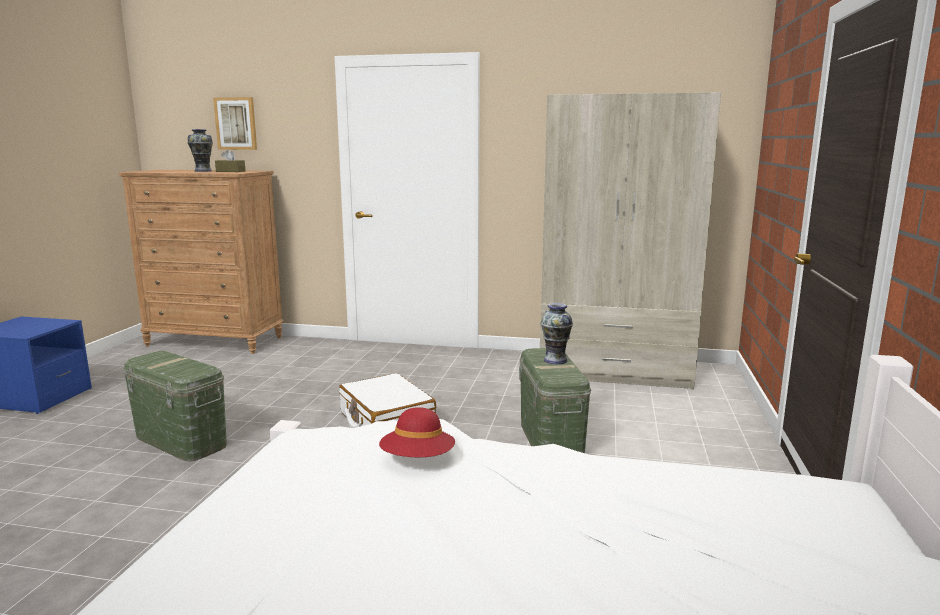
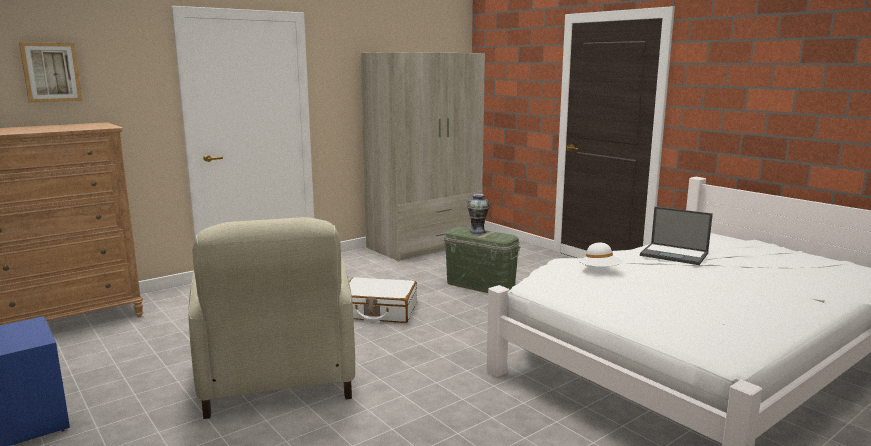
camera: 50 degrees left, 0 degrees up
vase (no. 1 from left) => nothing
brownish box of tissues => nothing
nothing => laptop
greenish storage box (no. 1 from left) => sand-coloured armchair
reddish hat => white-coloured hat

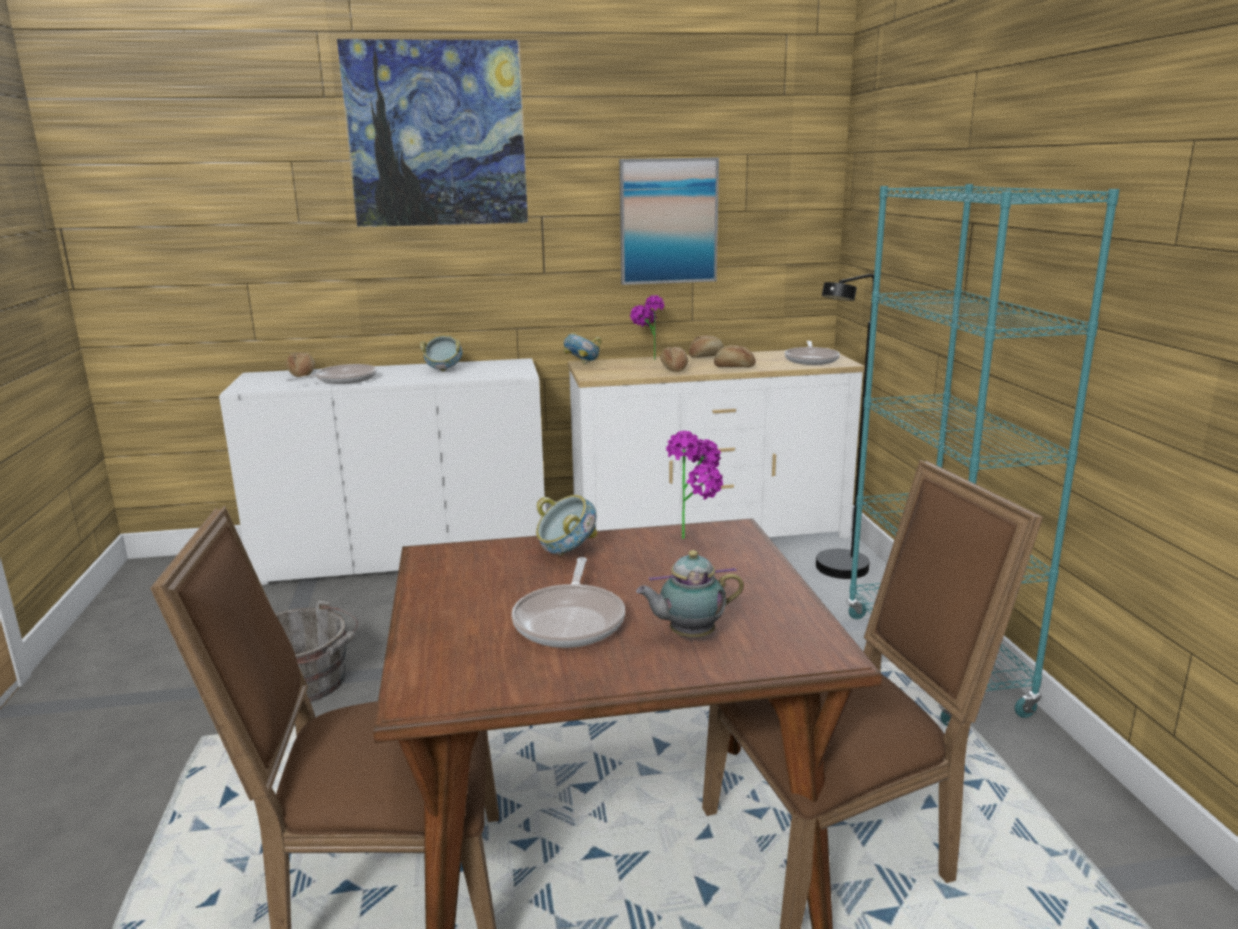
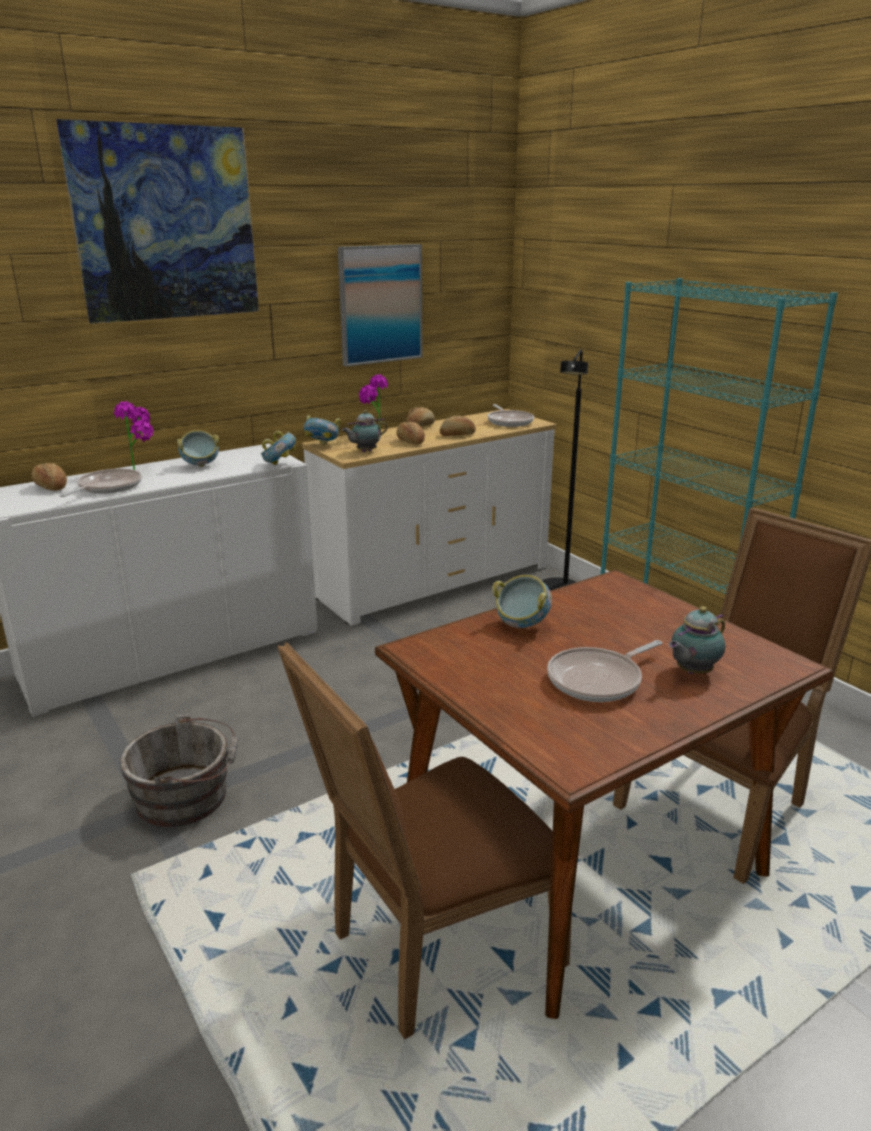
camera: 25 degrees left, 5 degrees up
nothing => deep dish (no. 2 from left)
nothing => tea pot (no. 1 from left)
potted plant (no. 2 from left in the first image) => potted plant (no. 1 from left), shifted
pan (no. 2 from left in the first image) => pan (no. 3 from left), 75 degrees clockwise

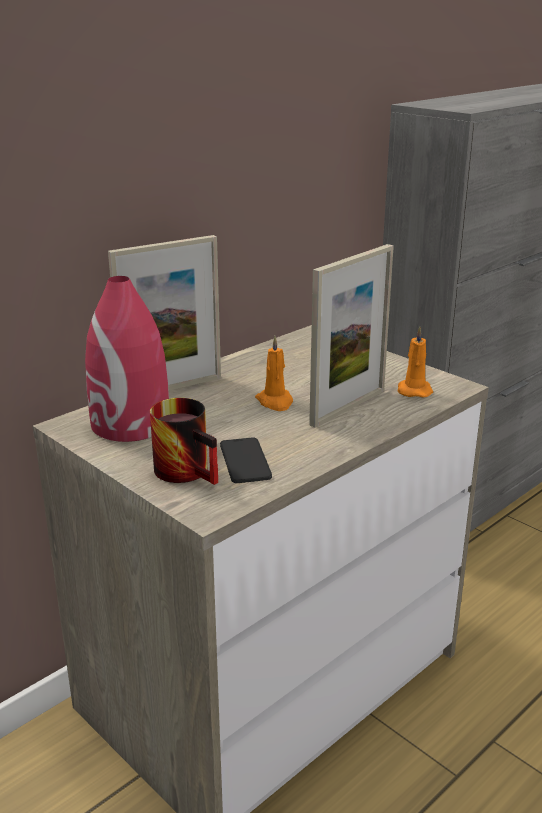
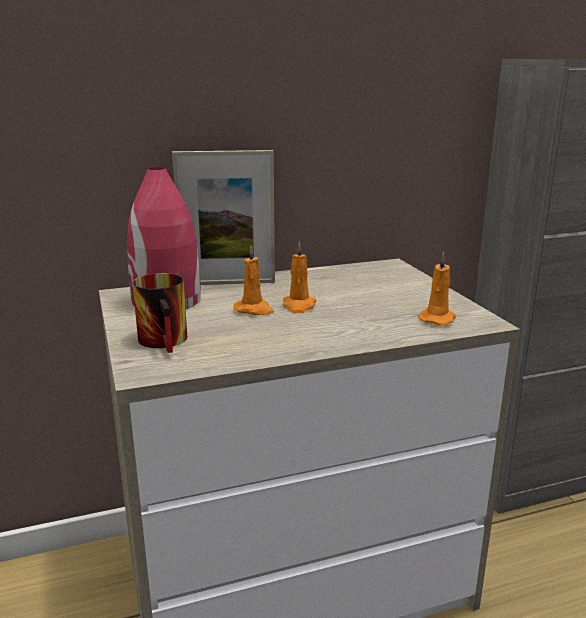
camera: 25 degrees right, 5 degrees down
telephone => nothing
picture frame (no. 2 from left) => nothing
nothing => orange-coloured wax candle (no. 1 from left)

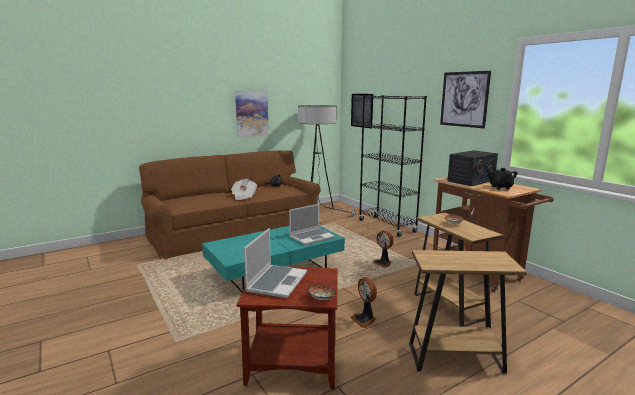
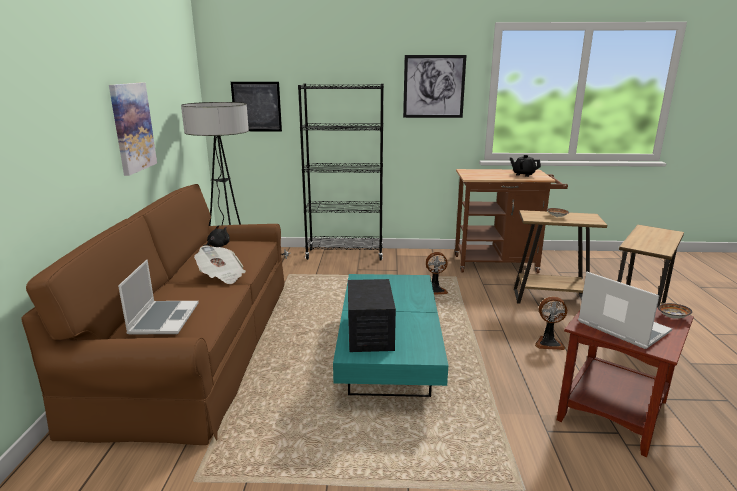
camera: 55 degrees left, 5 degrees up
laptop (no. 2 from left in the first image) => laptop (no. 1 from left), shifted
radio set, shifted

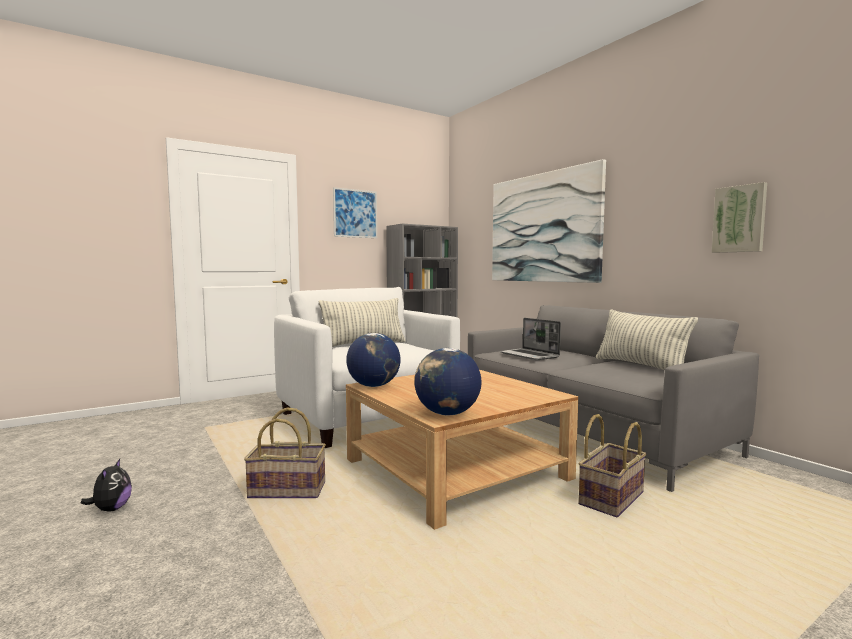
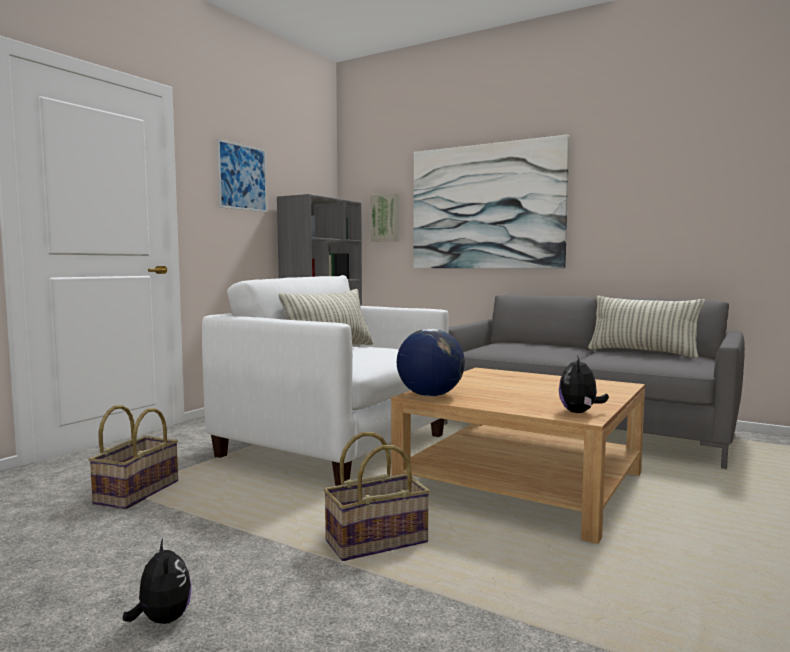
camera: 25 degrees left, 0 degrees up
laptop => nothing
basket (no. 2 from left in the first image) => basket (no. 1 from left), shifted
picture (no. 3 from left in the first image) => picture (no. 2 from left), shifted
world globe (no. 2 from left) => cuddly toy (no. 2 from left)

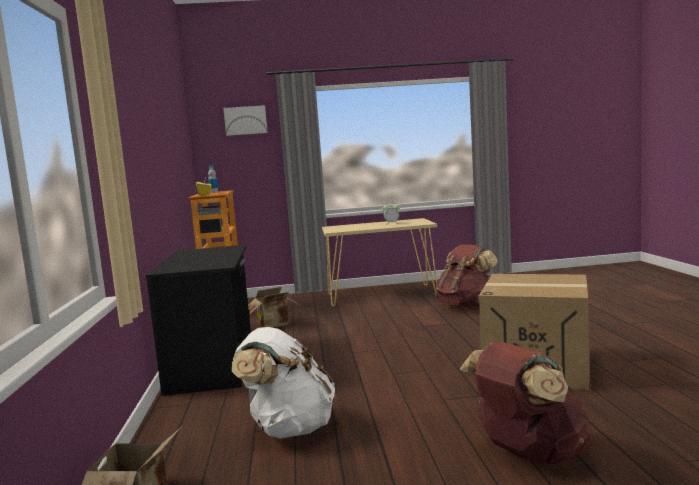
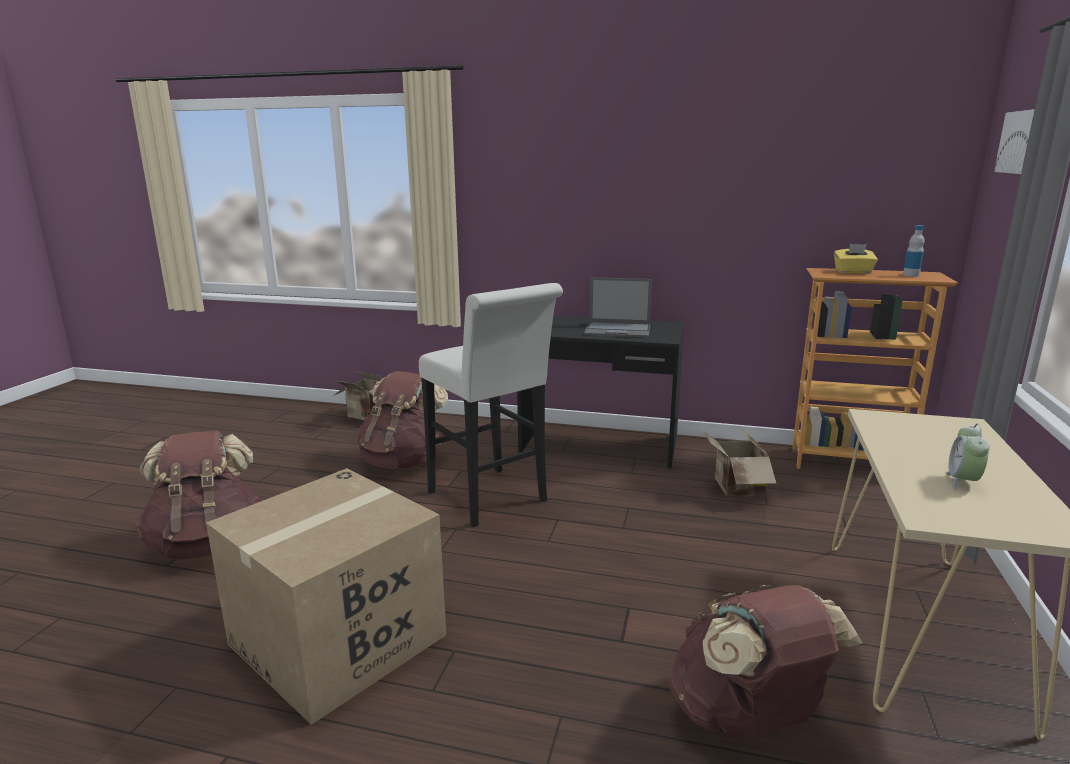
camera: 110 degrees right, 10 degrees up
nothing => white-coloured sitting stool
nothing => laptop
white-coloured knapsack => brownish knapsack (no. 2 from left)

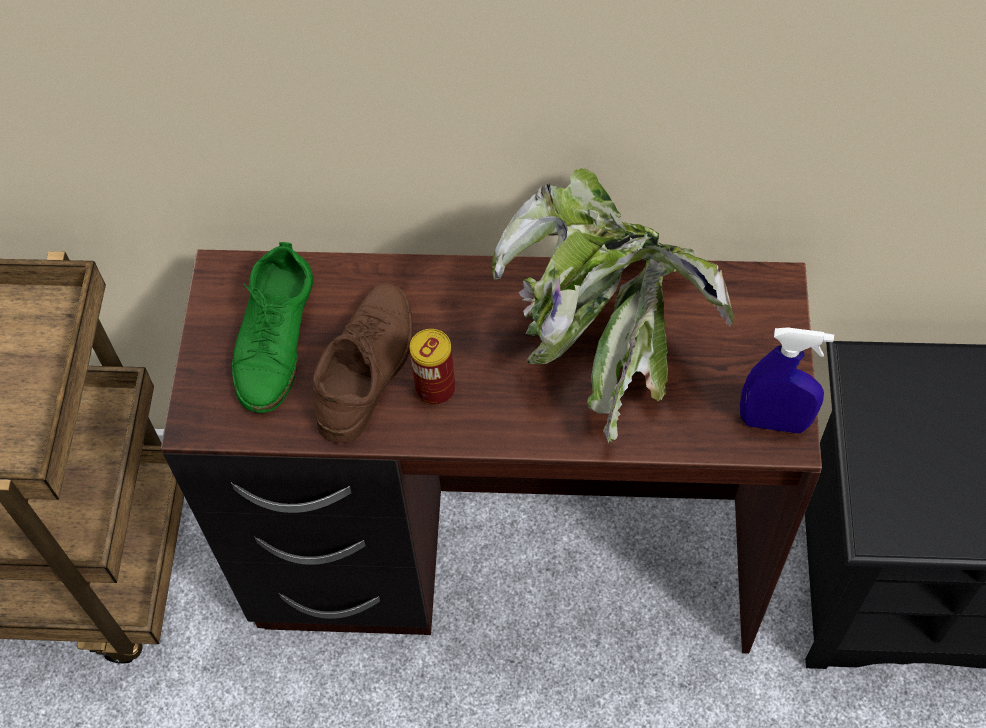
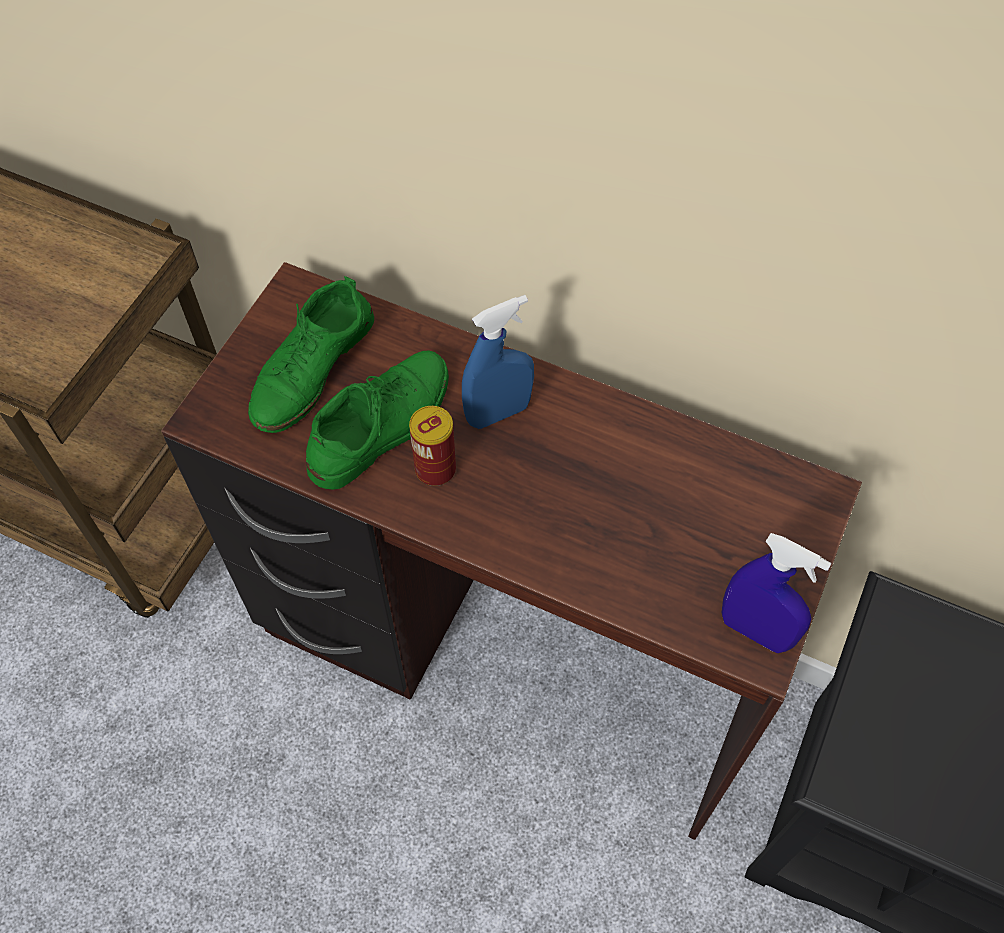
camera: 20 degrees right, 0 degrees up
potted plant => nothing
nothing => blue-coloured sprayer (no. 1 from left)
brownish shoe => greenish shoe (no. 2 from left)

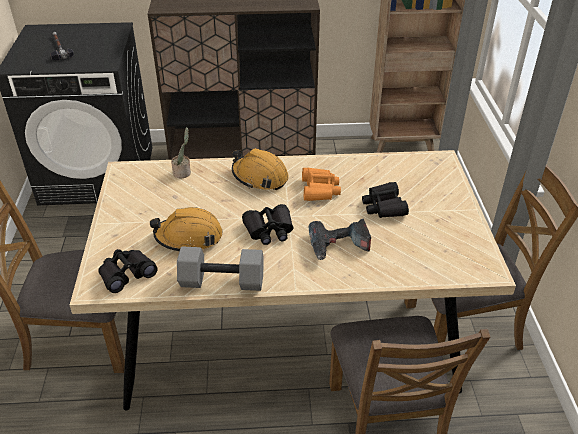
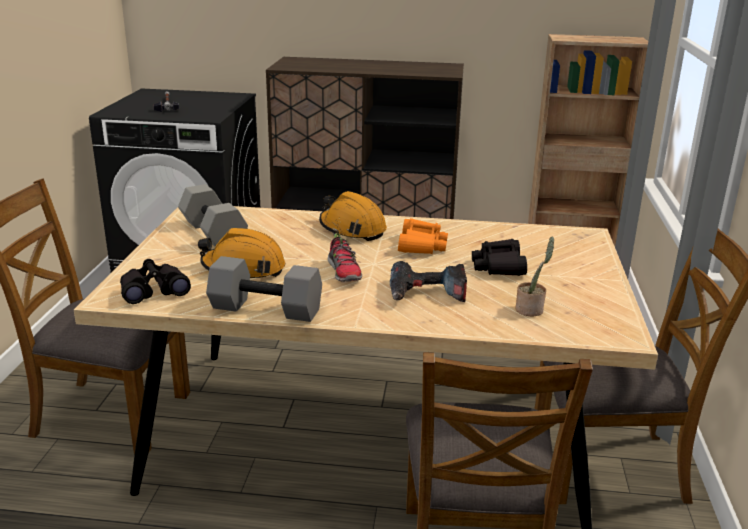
camera: 10 degrees right, 15 degrees down
nothing => grey dumbbell (no. 1 from left)
potted plant, shifted
black field glasses (no. 2 from left) => shoe

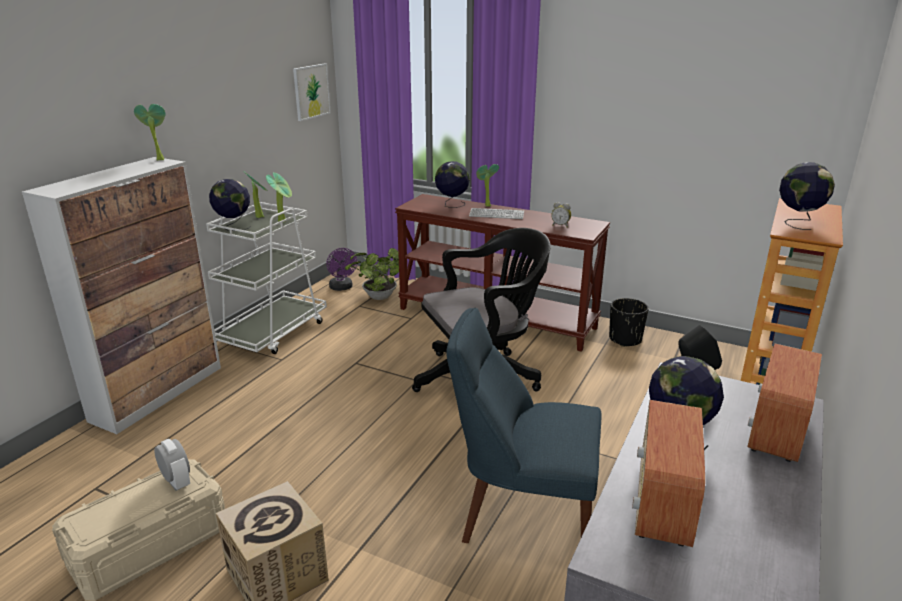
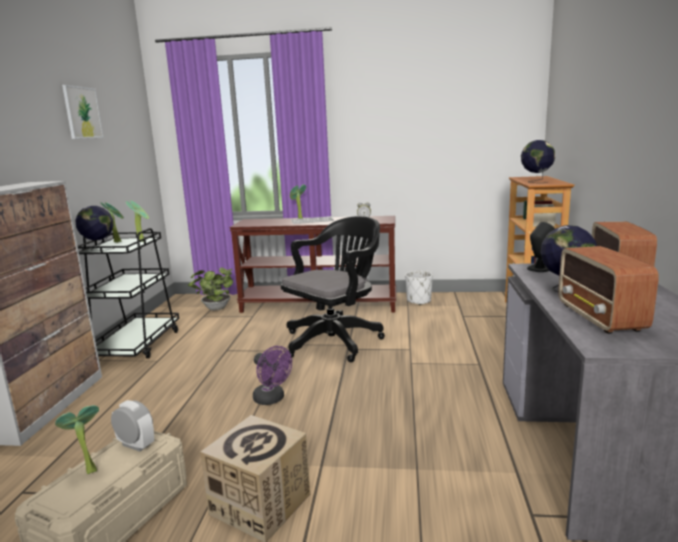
camera: 20 degrees left, 10 degrees down
world globe (no. 2 from left) => nothing
blue-coloured plain chair => nothing
potted plant (no. 1 from left), shifted
picture, shifted
purple electric fan, shifted
white-coloured trolley => black trolley
black planter => white-coloured planter

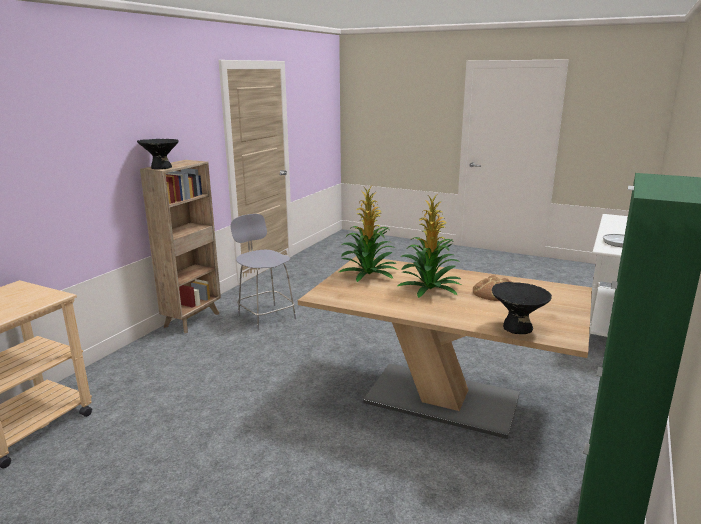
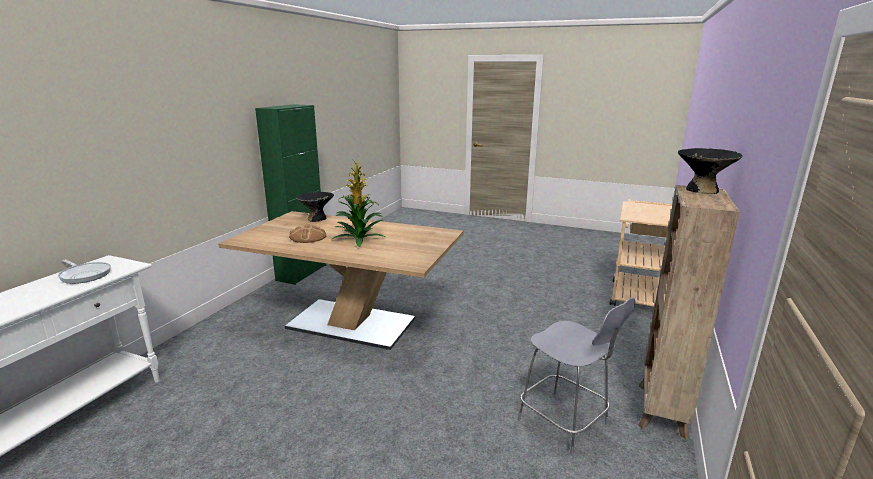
camera: 175 degrees right, 0 degrees up
potted plant (no. 1 from left) => nothing

